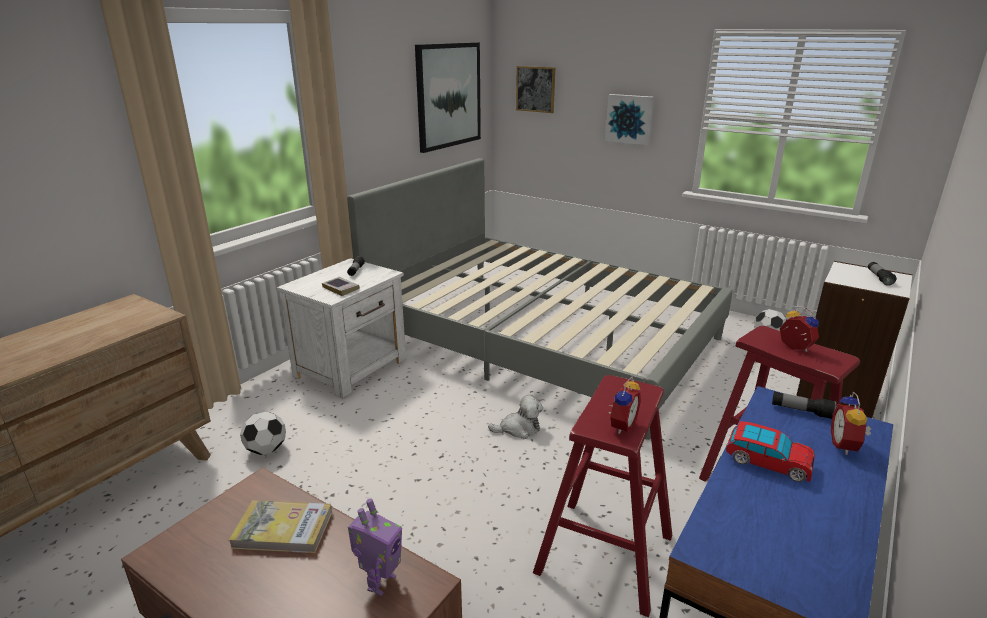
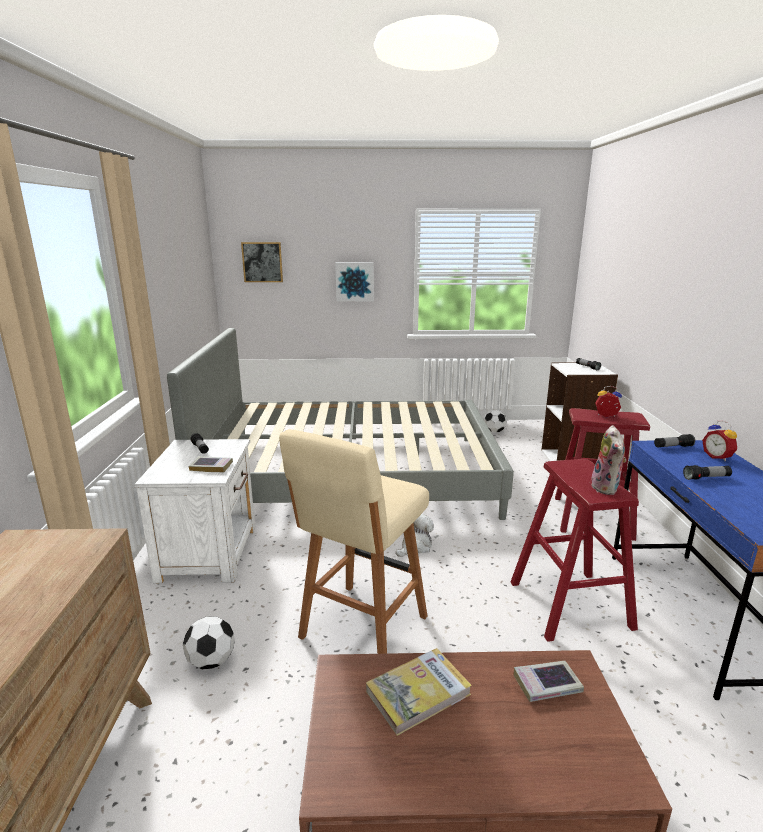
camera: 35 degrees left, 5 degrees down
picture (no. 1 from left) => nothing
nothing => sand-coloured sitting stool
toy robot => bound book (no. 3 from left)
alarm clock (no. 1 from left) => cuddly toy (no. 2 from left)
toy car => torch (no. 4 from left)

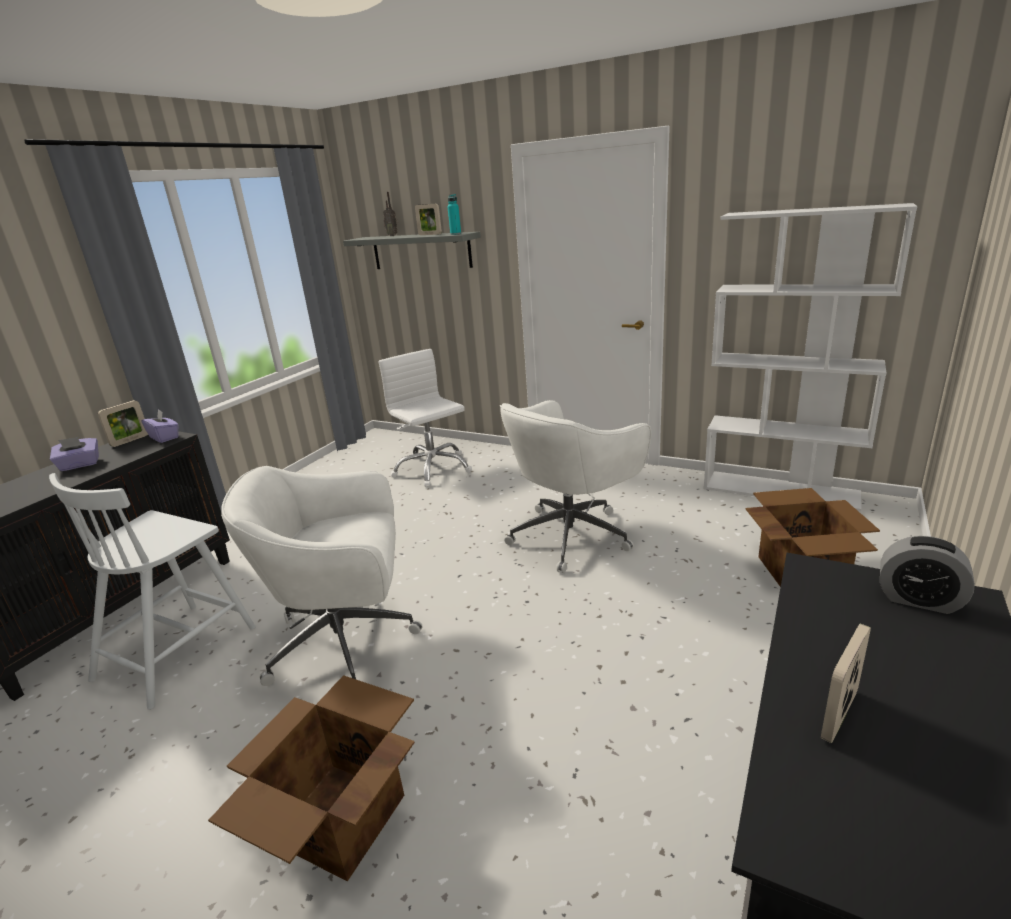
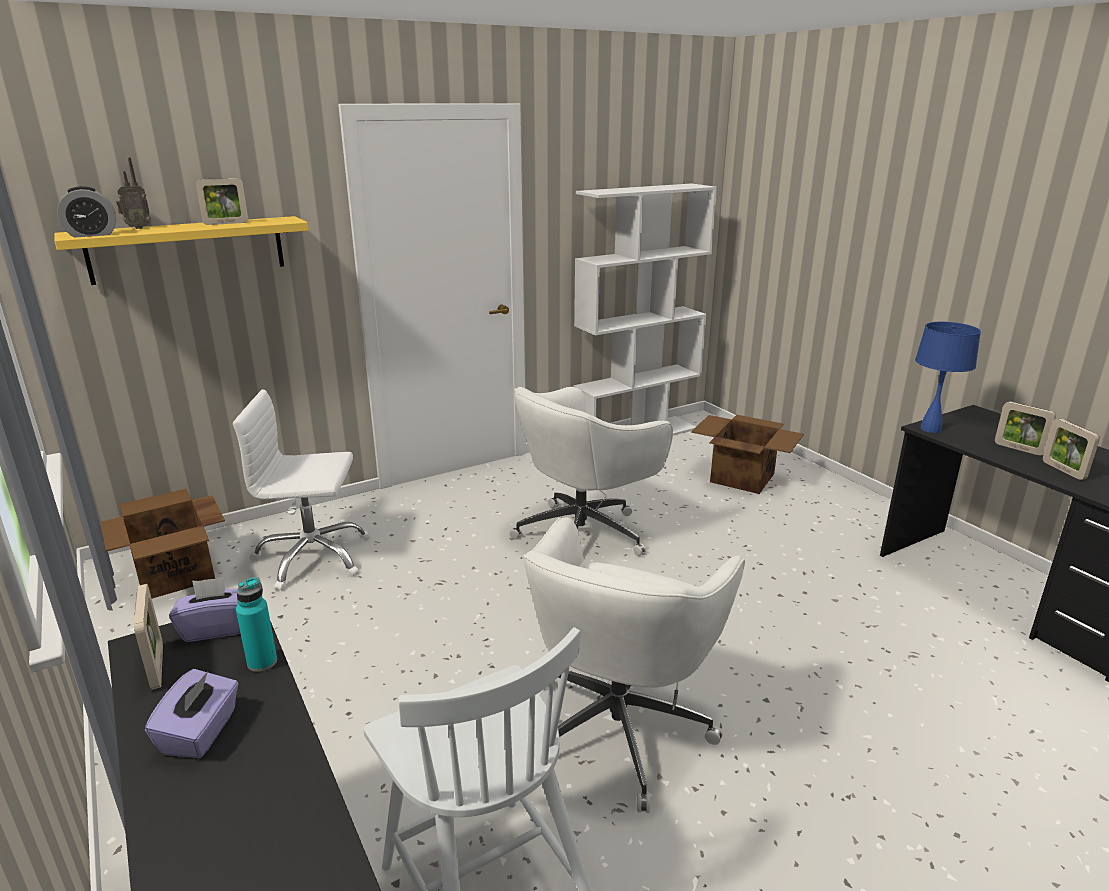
camera: 60 degrees left, 0 degrees up
nothing => blue-coloured lamp for a table
nothing => picture frame (no. 3 from left)
packing box (no. 1 from left), shifted
blue-green drink bottle, shifted
alarm clock, shifted
grey shelf => yellow-coloured shelf
white-coloured computer chair (no. 3 from left in the first image) => white-coloured computer chair (no. 2 from left), 60 degrees clockwise

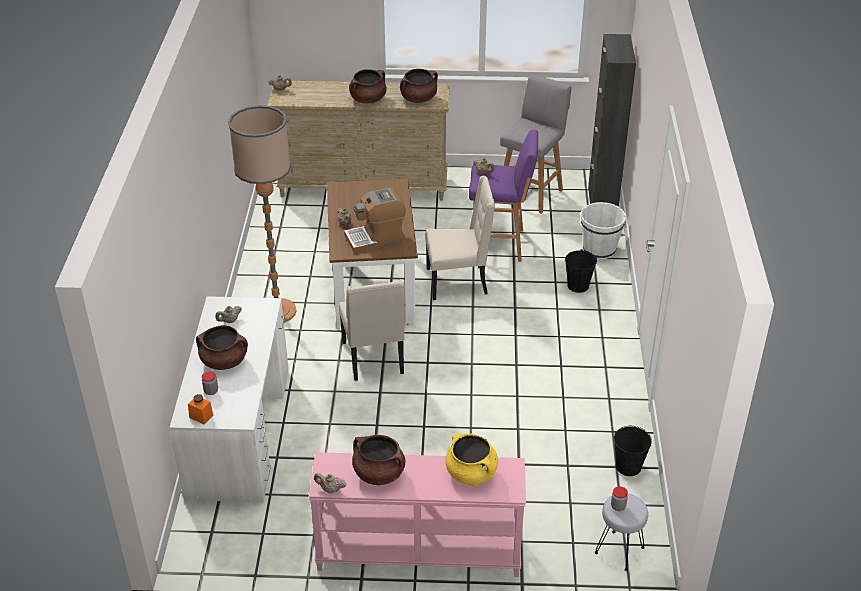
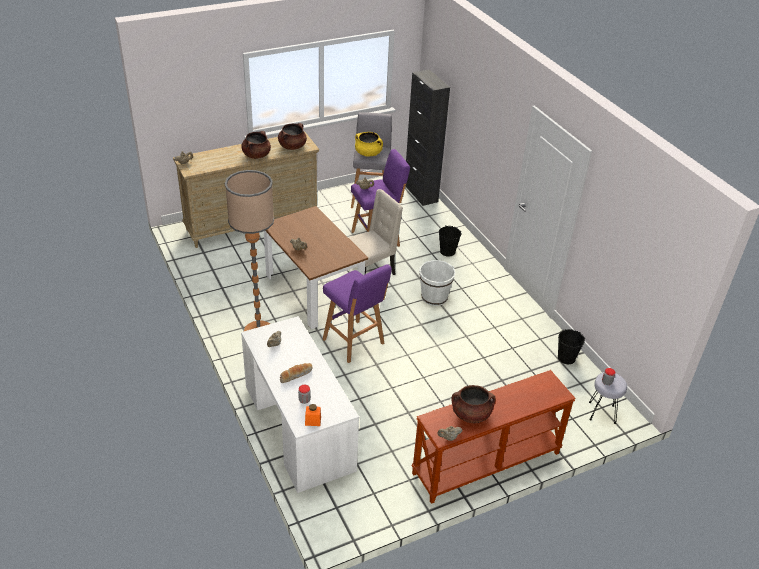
camera: 30 degrees left, 0 degrees up
coffee brewer => nothing
yellow-coloured cooking pot, shifted
white-coloured pail, shifted
brownish cooking pot (no. 1 from left) => bread
sand-coloured plain chair (no. 1 from left) => purple sitting stool (no. 1 from left)
pink-coloured narrow table => brownish narrow table

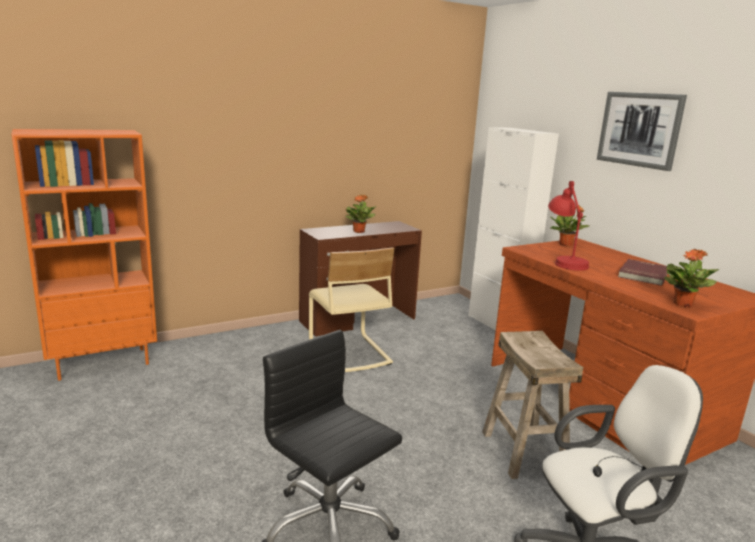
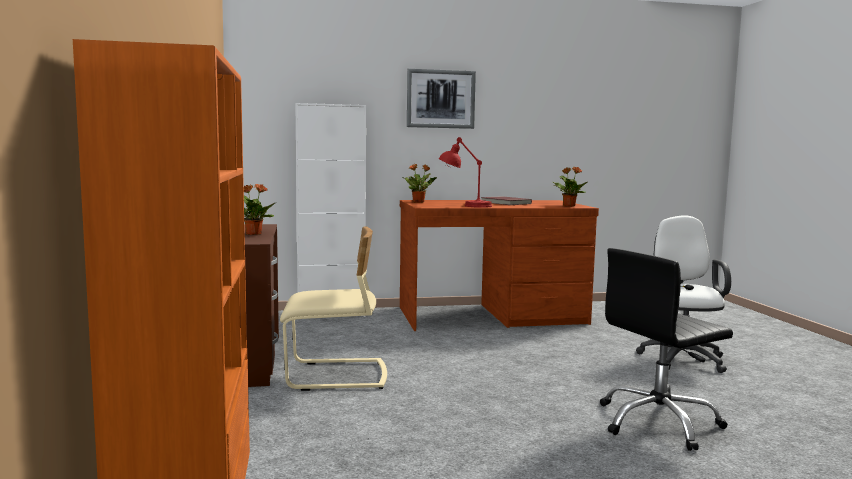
camera: 70 degrees left, 10 degrees down
sand-coloured sitting stool => nothing

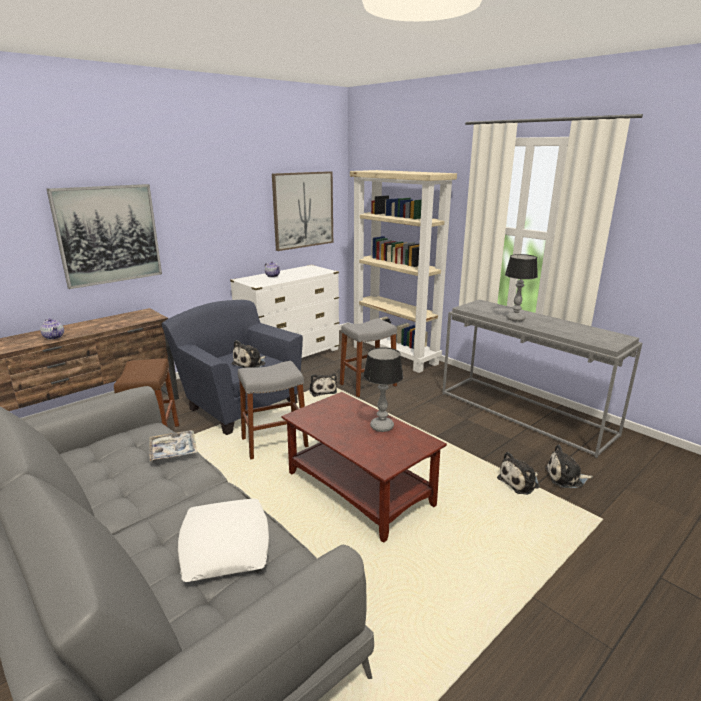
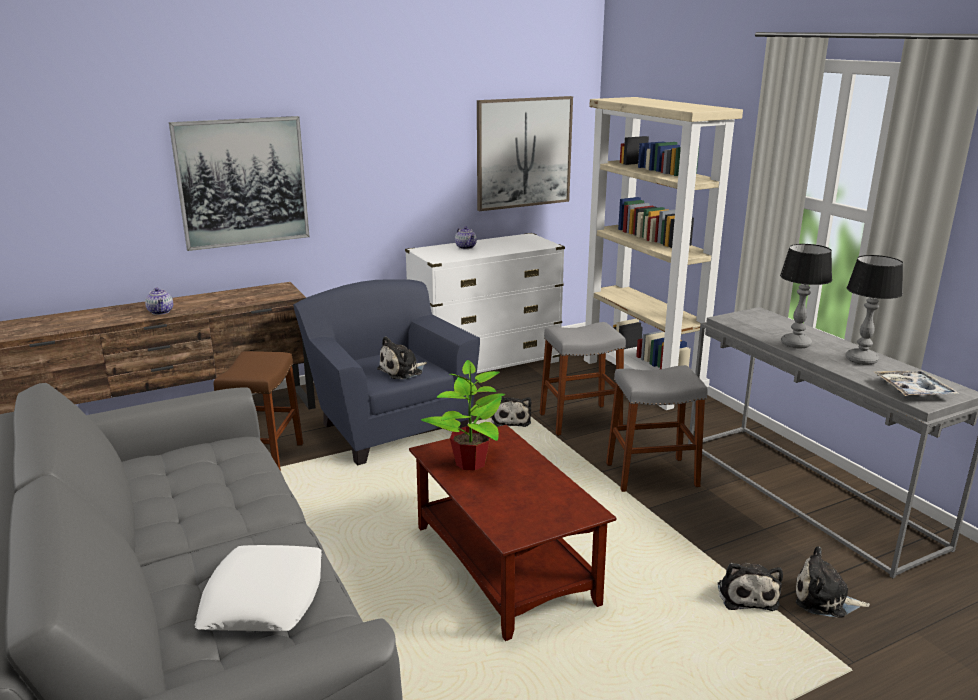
camera: 15 degrees right, 0 degrees up
nothing => potted plant
carrying tray, shifted
grey sitting stool (no. 1 from left in the first image) => grey sitting stool (no. 2 from left), shifted
lamp for a table (no. 1 from left in the first image) => lamp for a table (no. 2 from left), shifted
cuddly toy (no. 3 from left), 75 degrees counterclockwise

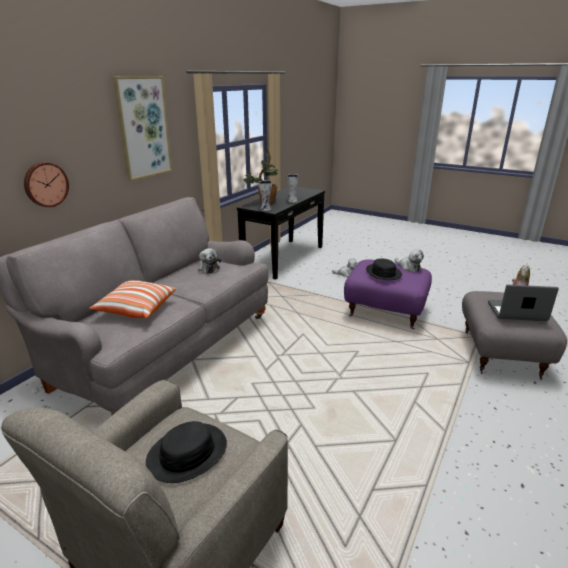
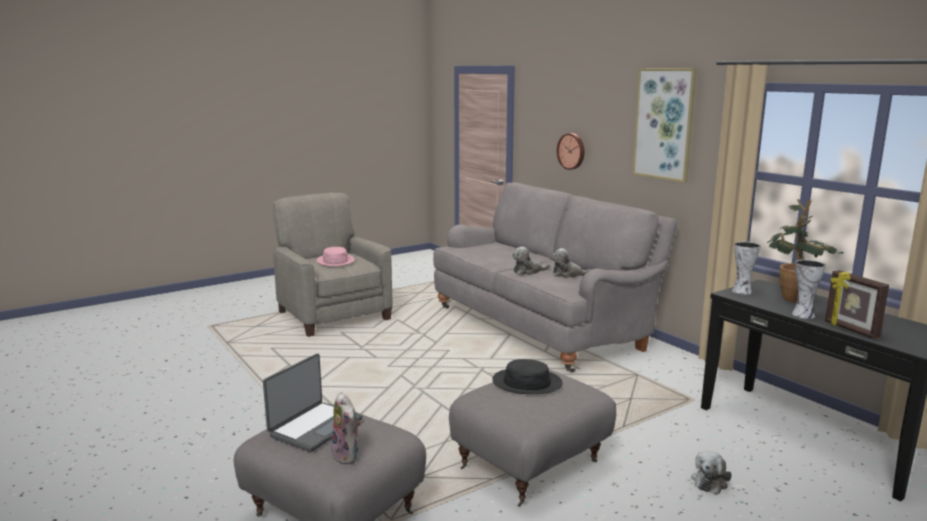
camera: 115 degrees right, 10 degrees down
pillow => nothing
nothing => picture frame
cuddly toy (no. 3 from left in the first image) => cuddly toy (no. 2 from left), shifted
black hat (no. 1 from left) => pink-coloured hat
purple ottoman => grey ottoman (no. 2 from left)

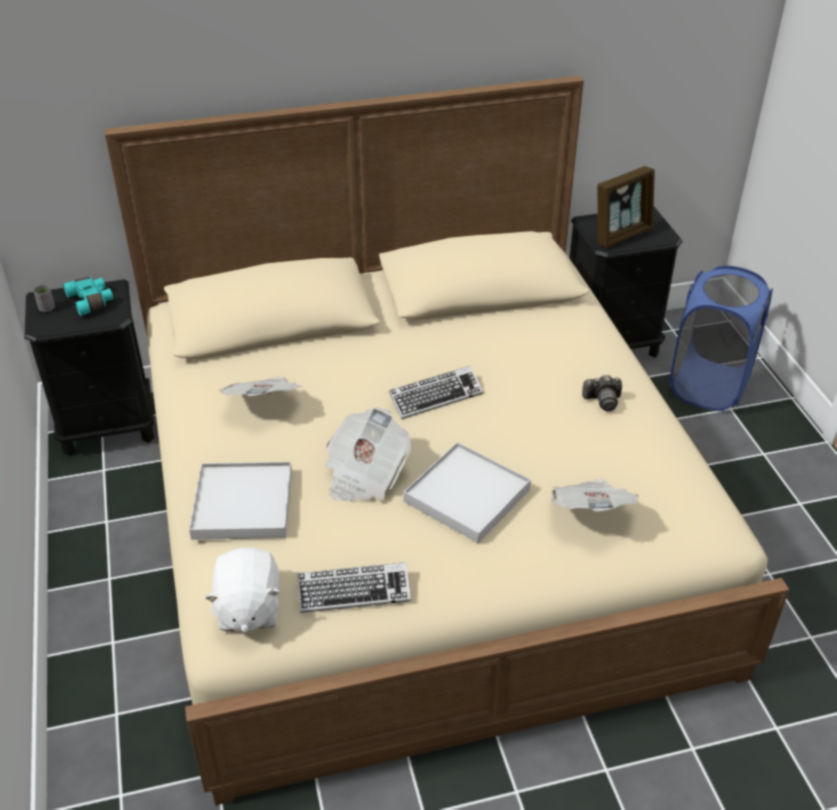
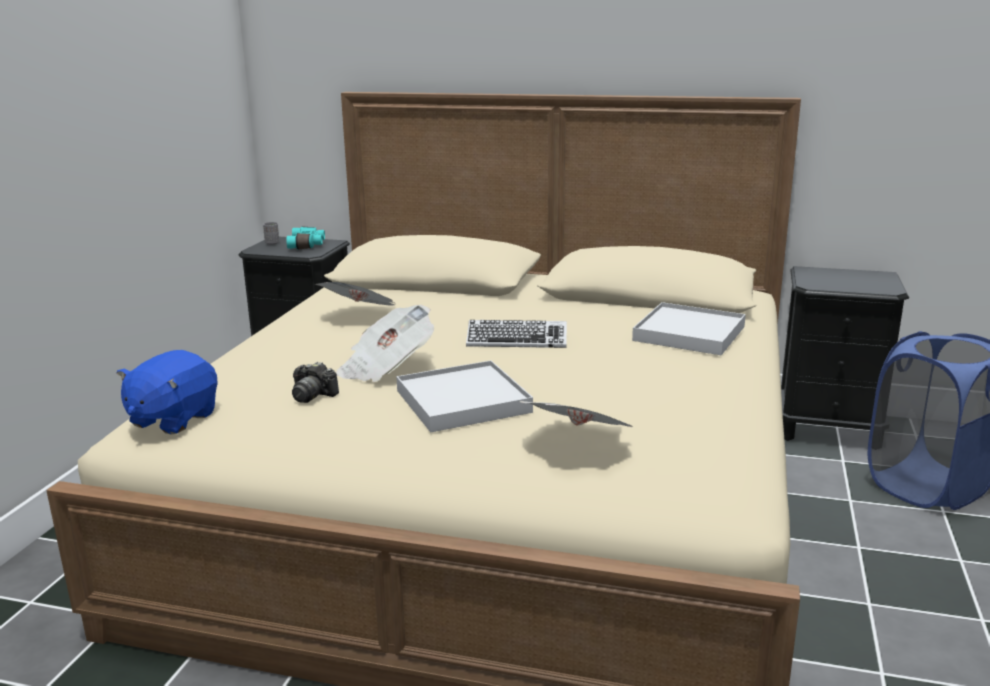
camera: 30 degrees right, 20 degrees down
PC keyboard (no. 1 from left) => nothing
picture frame => nothing
white-coloured carrying tray (no. 1 from left in the first image) => white-coloured carrying tray (no. 2 from left), shifted
still camera, shifted
white-coloured cuddly toy => blue-coloured cuddly toy

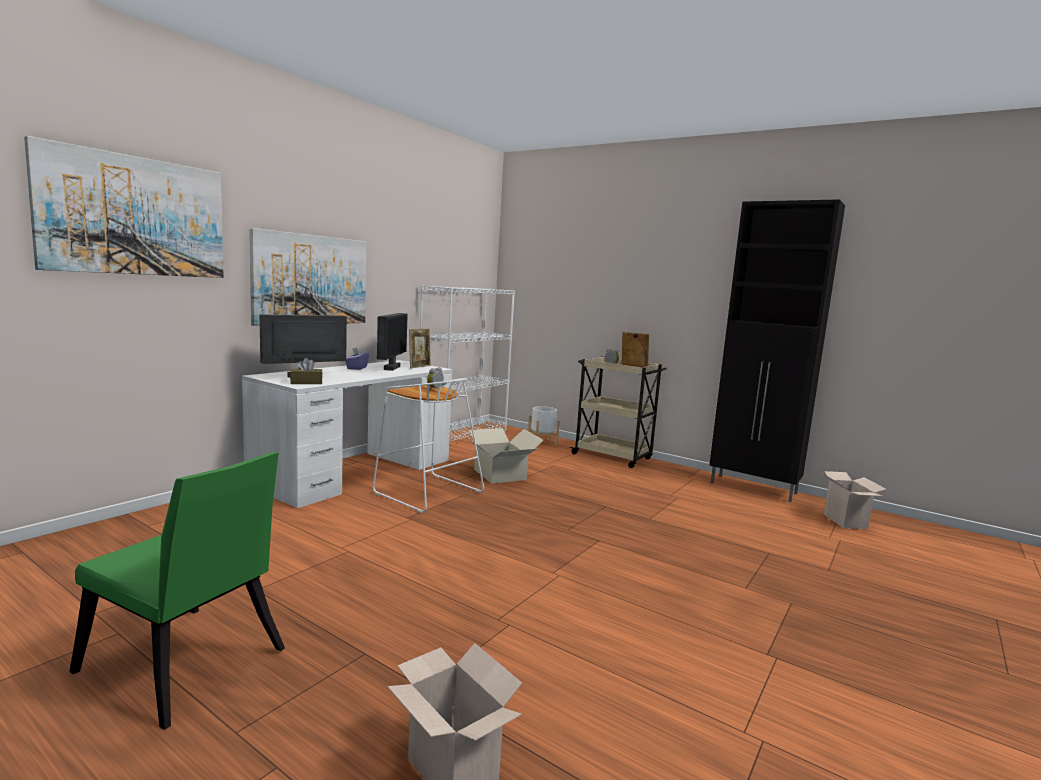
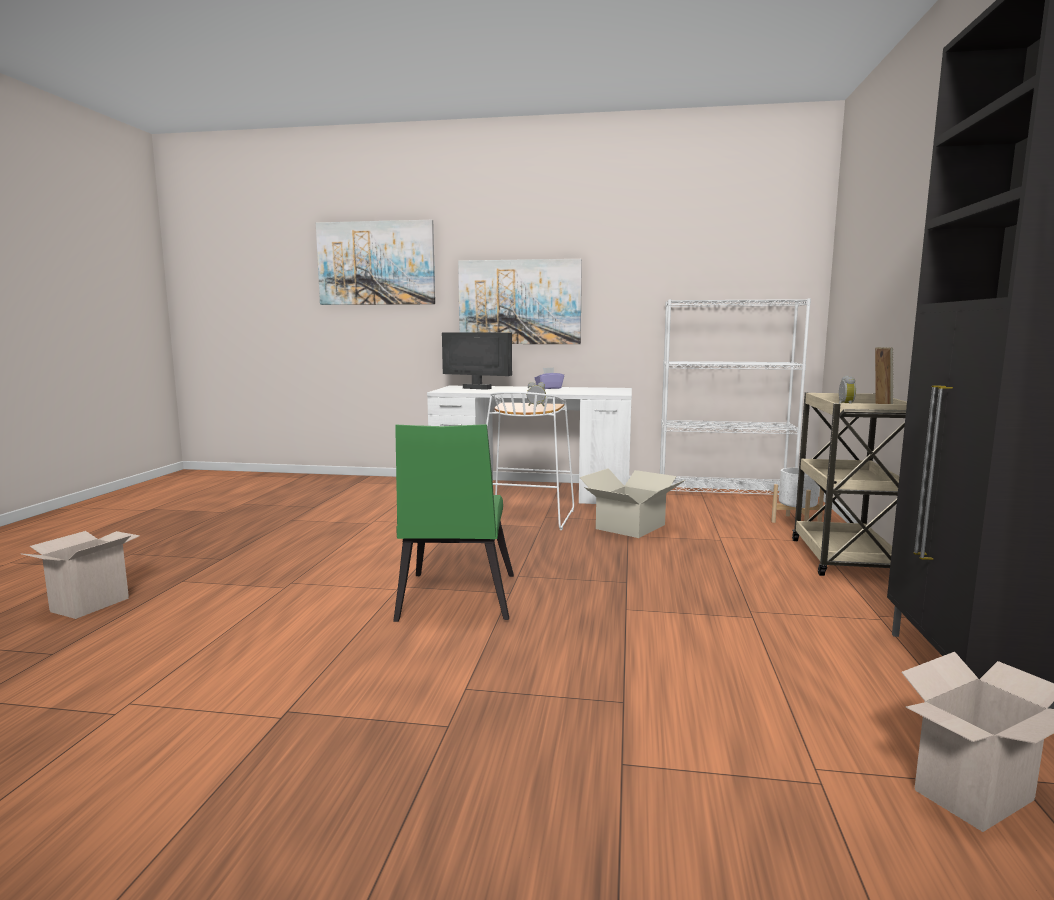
camera: 65 degrees right, 0 degrees up
brownish box of tissues => nothing
monitor (no. 2 from left) => nothing
picture frame (no. 1 from left) => nothing
greenish plain chair, shifted

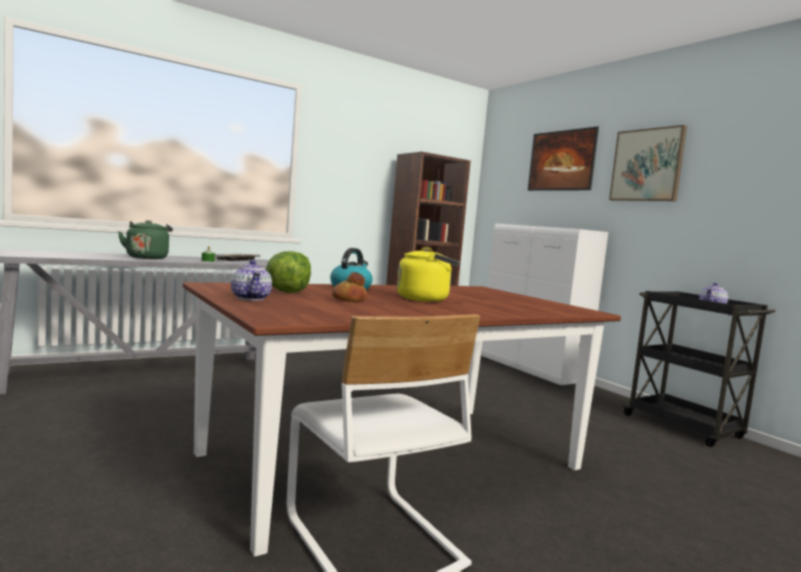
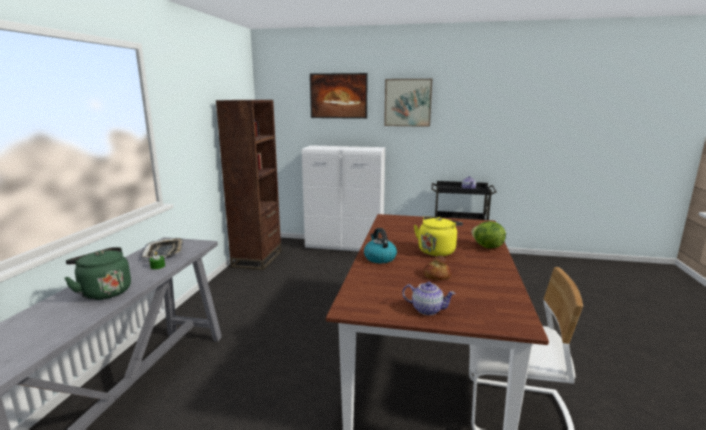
camera: 45 degrees left, 10 degrees up
head of lettuce, shifted

